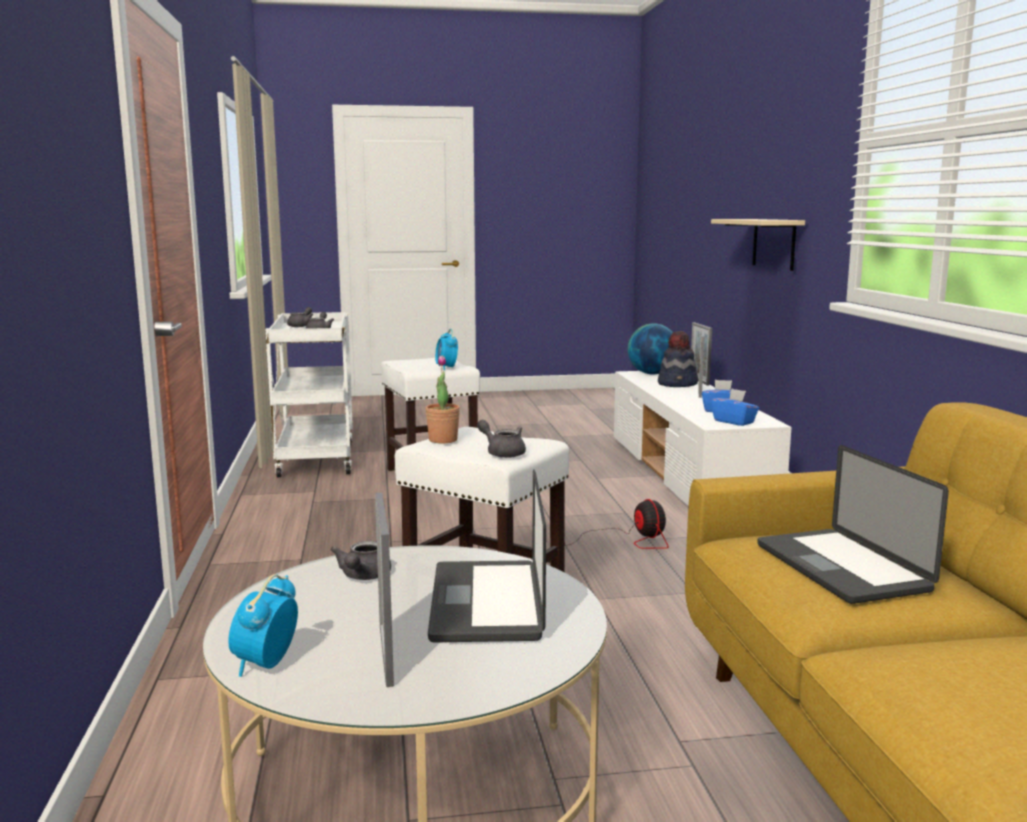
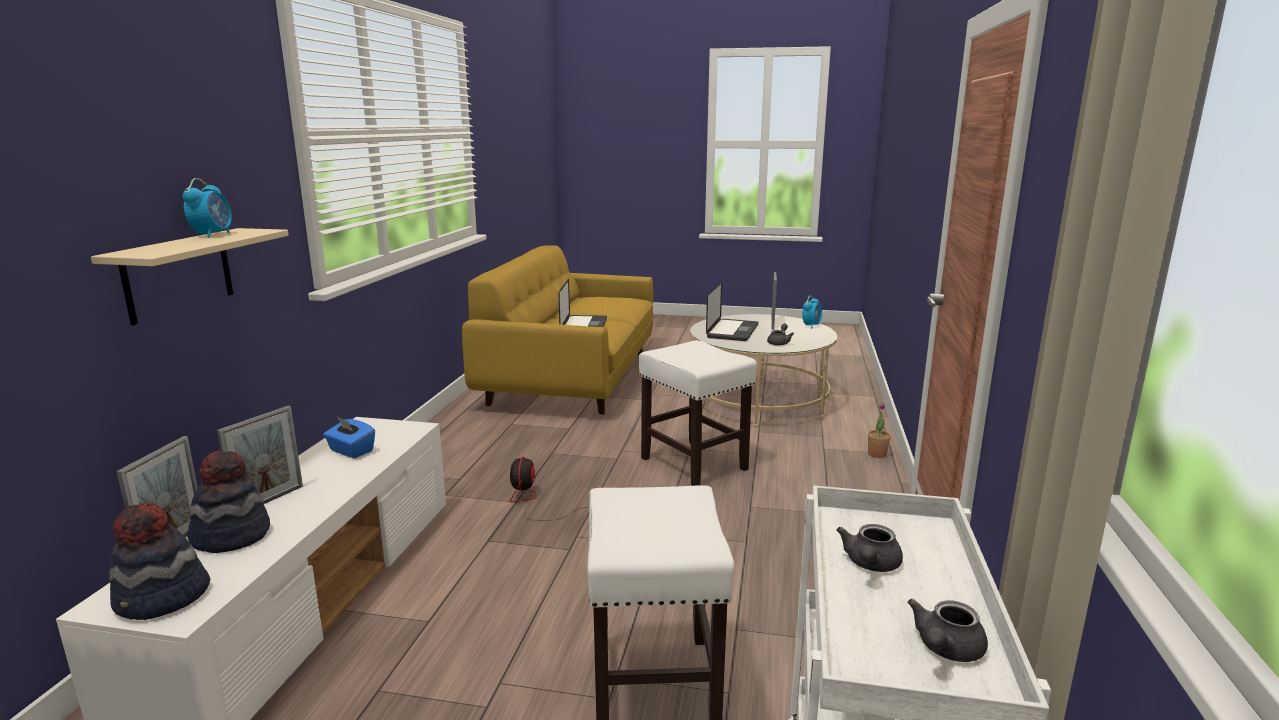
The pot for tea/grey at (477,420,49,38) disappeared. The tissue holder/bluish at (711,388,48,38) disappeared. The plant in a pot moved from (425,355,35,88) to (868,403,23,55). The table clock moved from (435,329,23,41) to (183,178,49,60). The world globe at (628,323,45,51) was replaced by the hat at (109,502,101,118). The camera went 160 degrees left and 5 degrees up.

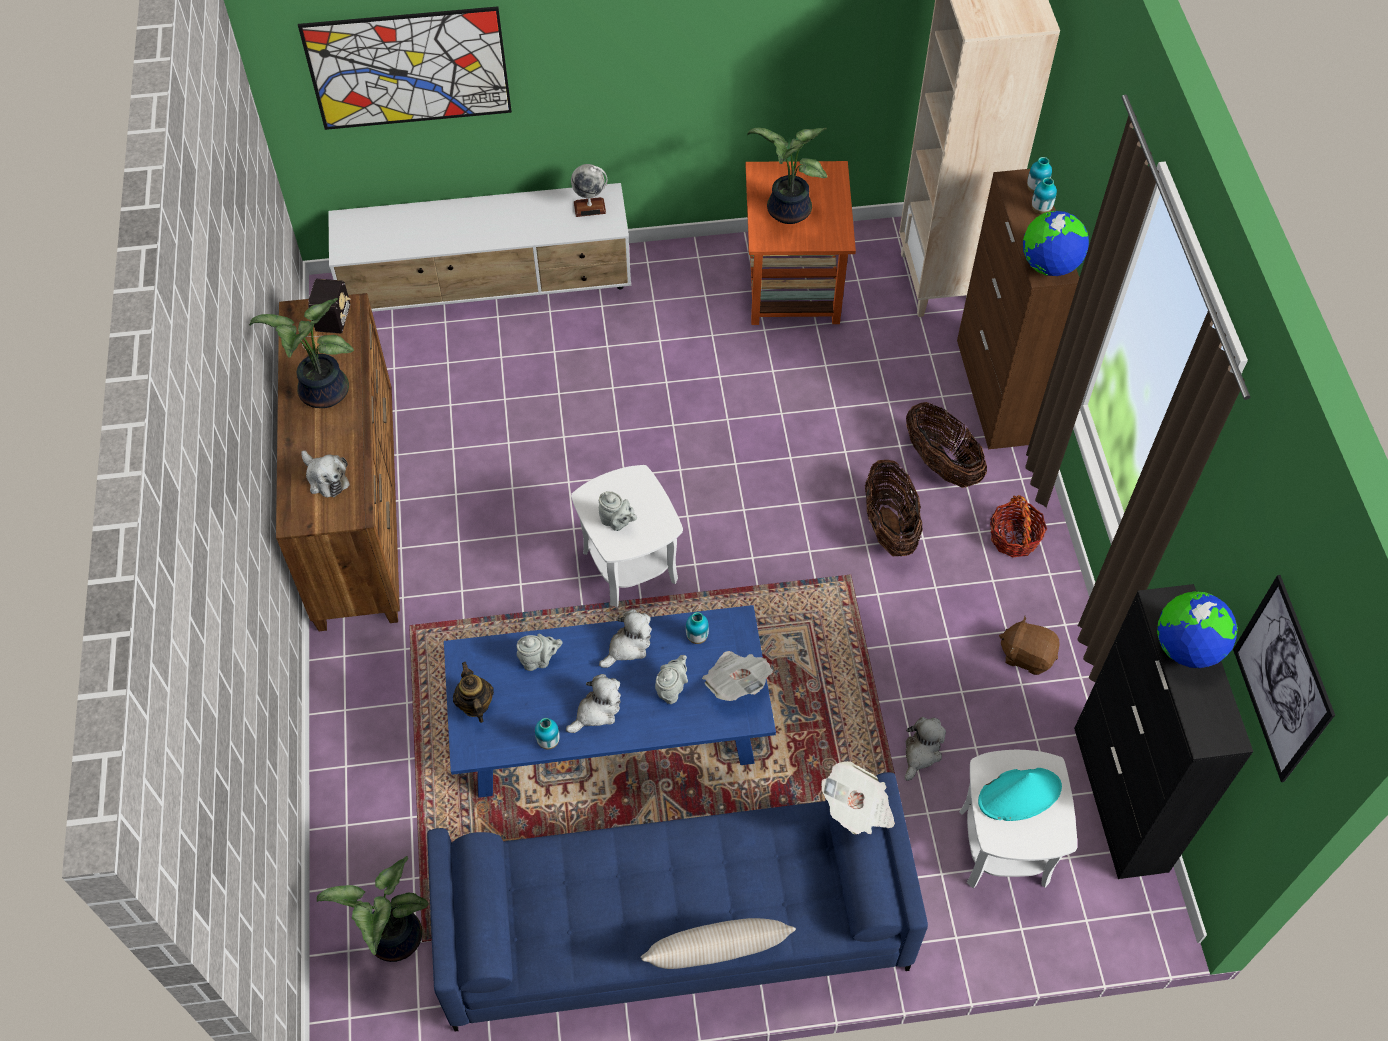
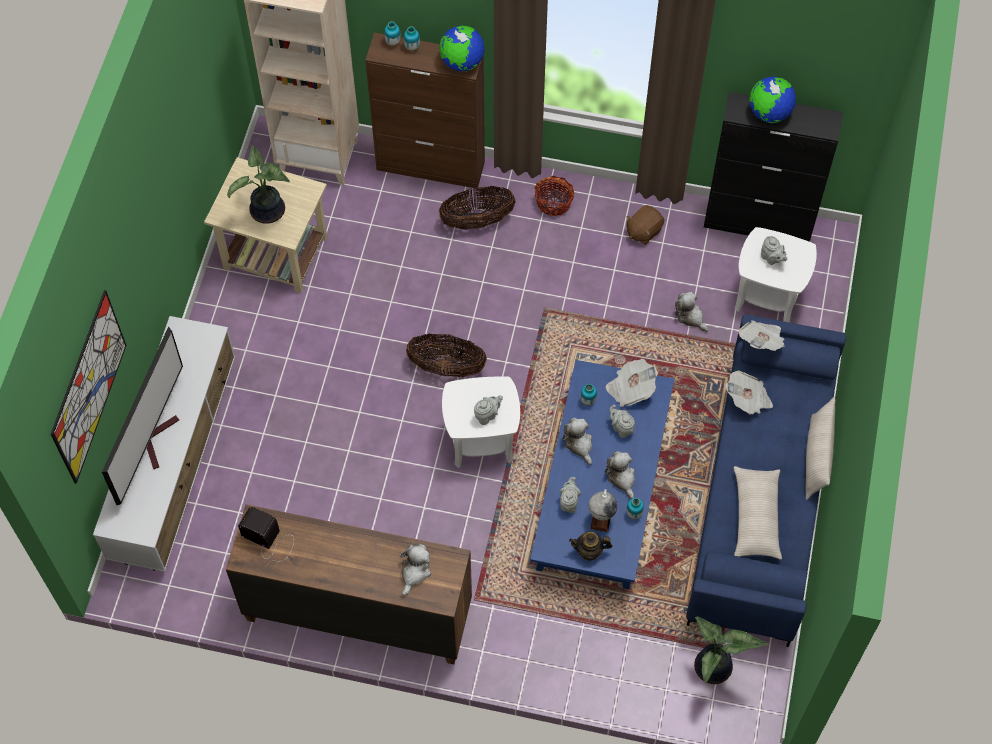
The plant in a pot at (249,298,105,110) disappeared. The wall picture at (1233,575,102,207) disappeared. The TV at (102,326,81,179) appeared. The newspaper at (725,371,48,44) appeared. The throw pillow/beige-coloured at (734,466,48,94) appeared. The world globe moved from (571,164,37,53) to (588,489,29,43). The household basket moved from (865,460,58,97) to (406,333,81,45). The hat/blue-green at (978,768,84,53) was replaced by the pot for tea/grey at (761,236,26,29). The side table/orange at (746,161,110,164) became the side table/beige-coloured at (204,157,123,136). The cuddly toy at (301,451,49,46) turned 45 degrees counterclockwise. The camera went 70 degrees left and 5 degrees up.

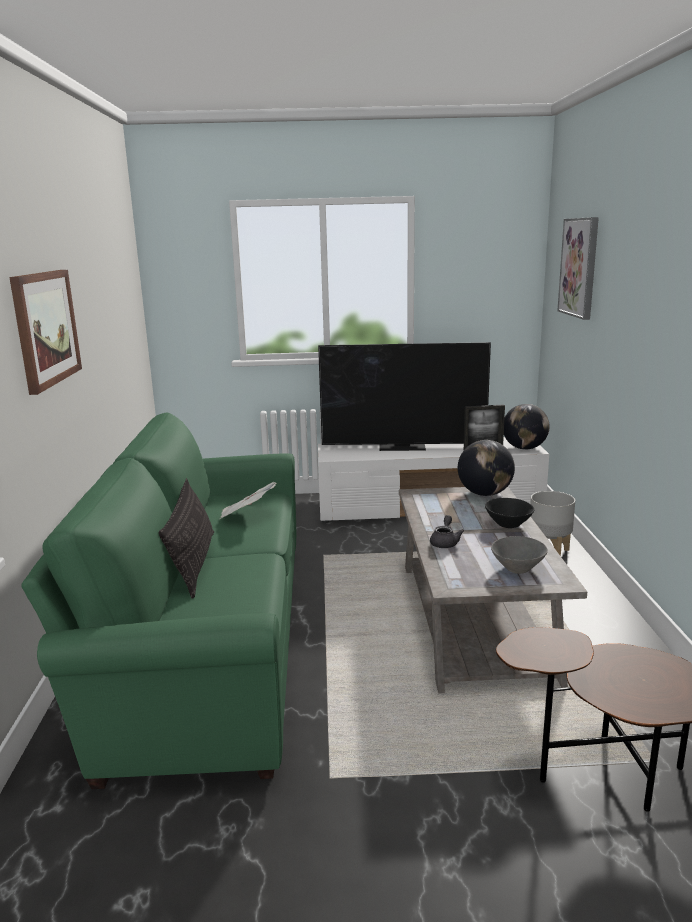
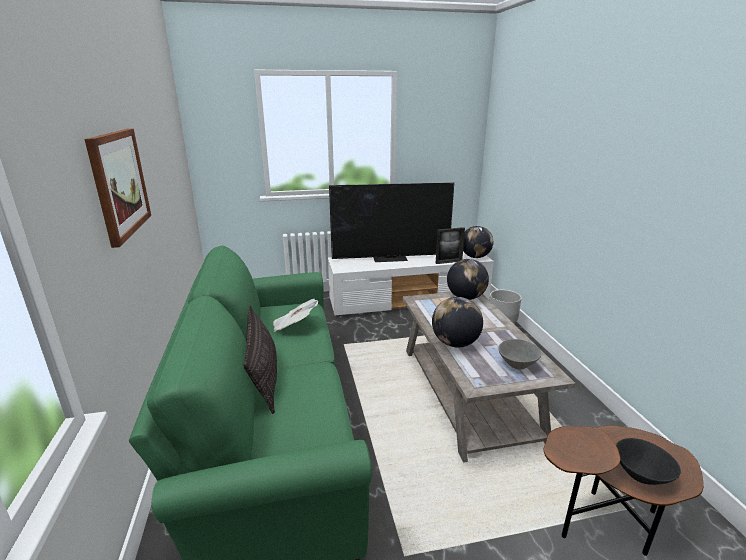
The wall picture at (557,217,42,103) disappeared. The deep dish/blackish moved from (485,498,49,30) to (616,438,65,47). The pot for tea/grey at (430,515,34,33) was replaced by the world globe at (432,297,51,50). The camera went 10 degrees left and 5 degrees up.

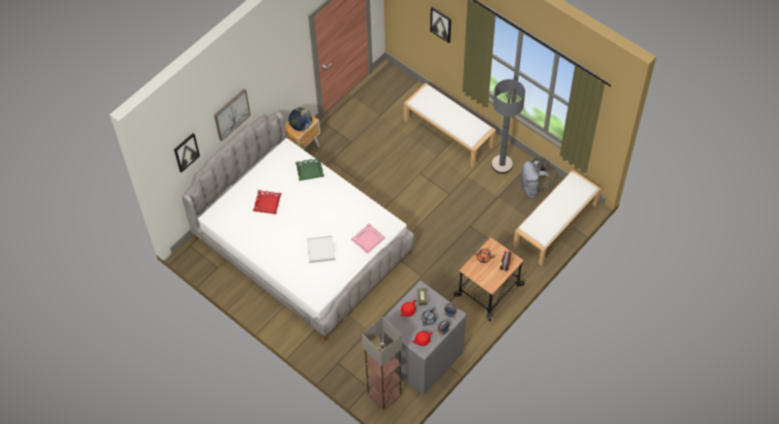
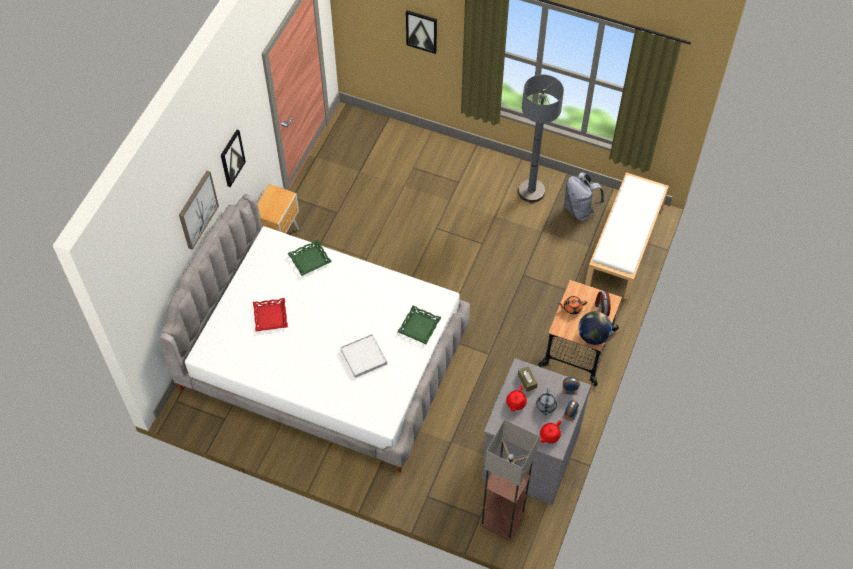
The long seat/white at (404,83,92,84) disappeared. The wall picture moved from (174,133,26,40) to (221,130,25,57). The world globe moved from (289,108,23,23) to (578,311,34,34). The carrying tray/pinkish at (351,224,35,30) became the carrying tray/green-coloured at (398,305,43,39). The camera went 20 degrees left and 0 degrees up.

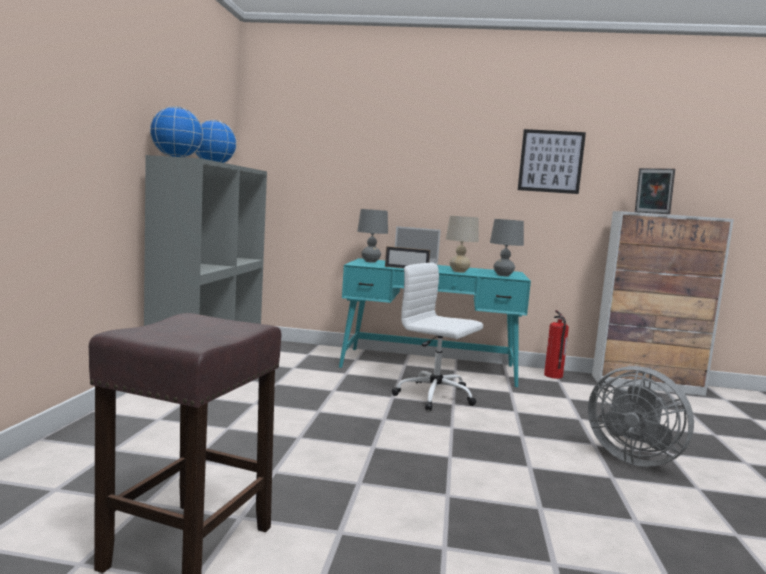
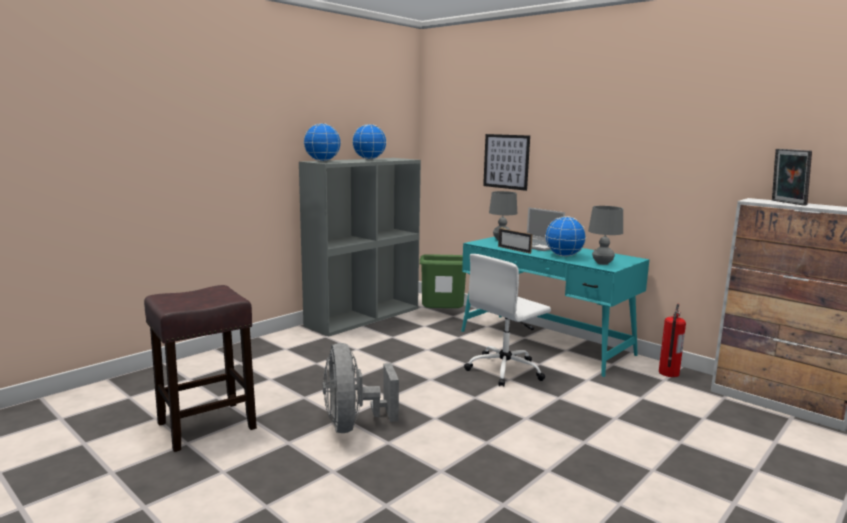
The waste bin/green-coloured at (419,254,47,54) appeared. The wall picture moved from (518,129,68,65) to (483,134,47,57). The fan/grey moved from (588,366,106,101) to (323,343,76,90). The lamp for a table/beige-coloured at (446,216,33,57) was replaced by the world globe at (545,216,41,41). The desk chair/white at (392,263,91,148) turned 105 degrees counterclockwise. The camera went 35 degrees right and 5 degrees up.

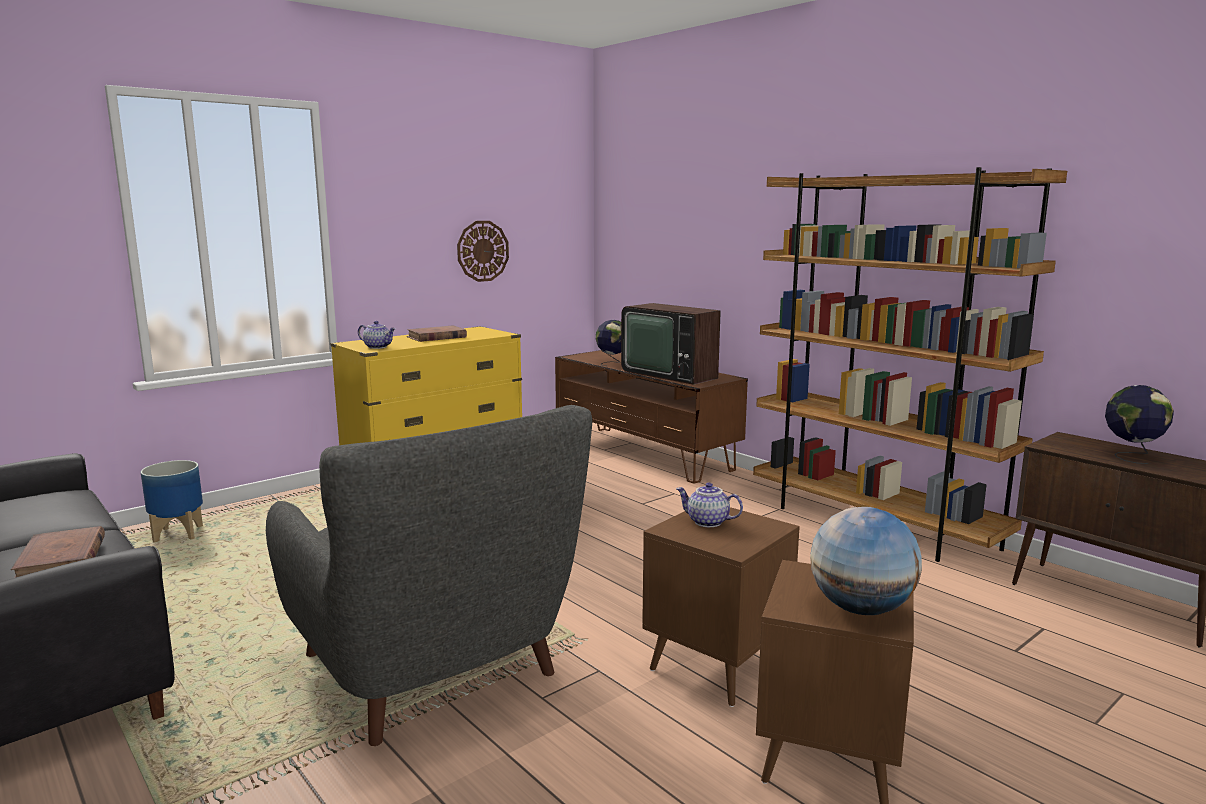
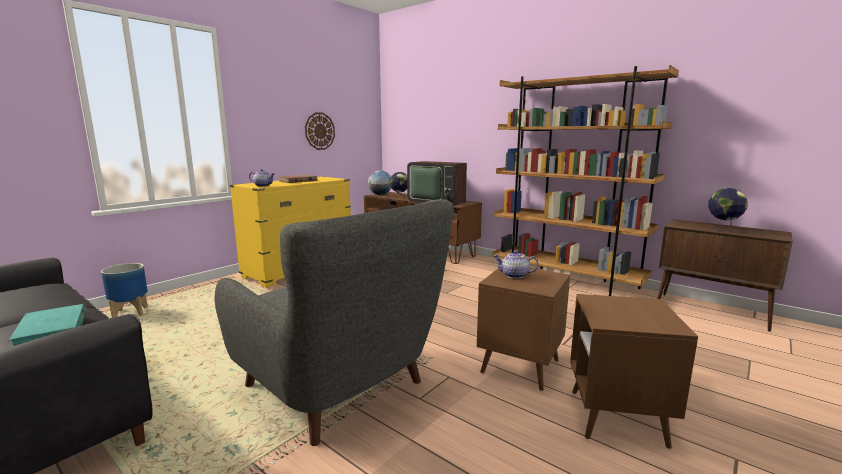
The world globe moved from (810,507,112,108) to (368,170,23,25). The book/brown at (11,526,94,52) became the book/blue-green at (9,304,77,42). The camera went 10 degrees left and 0 degrees up.

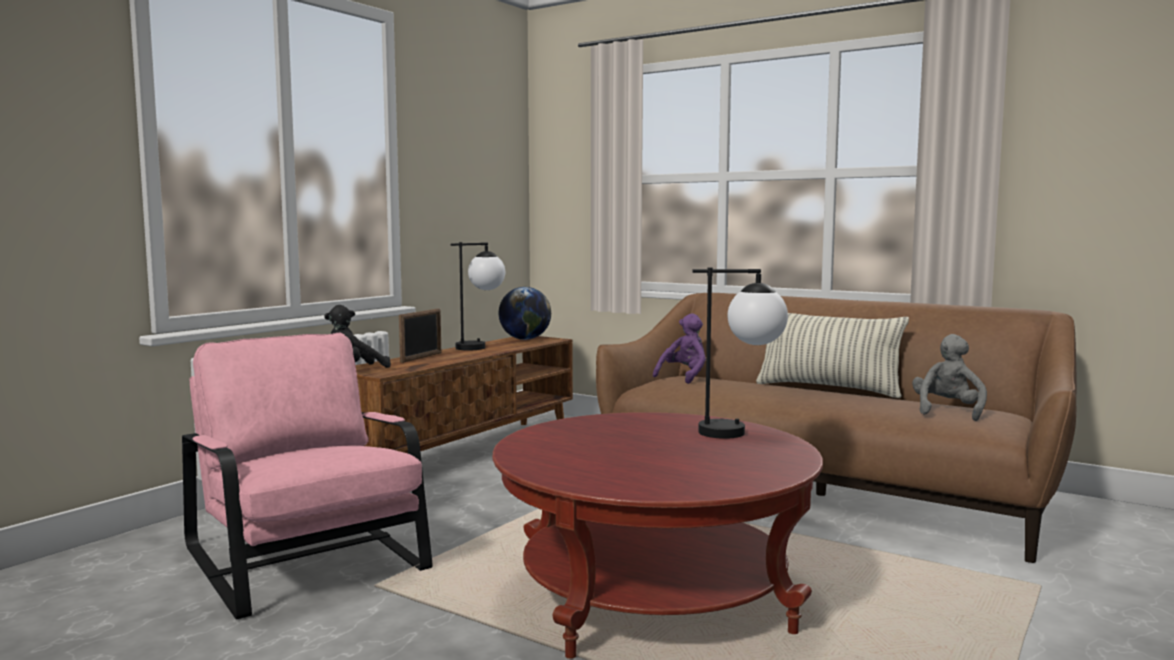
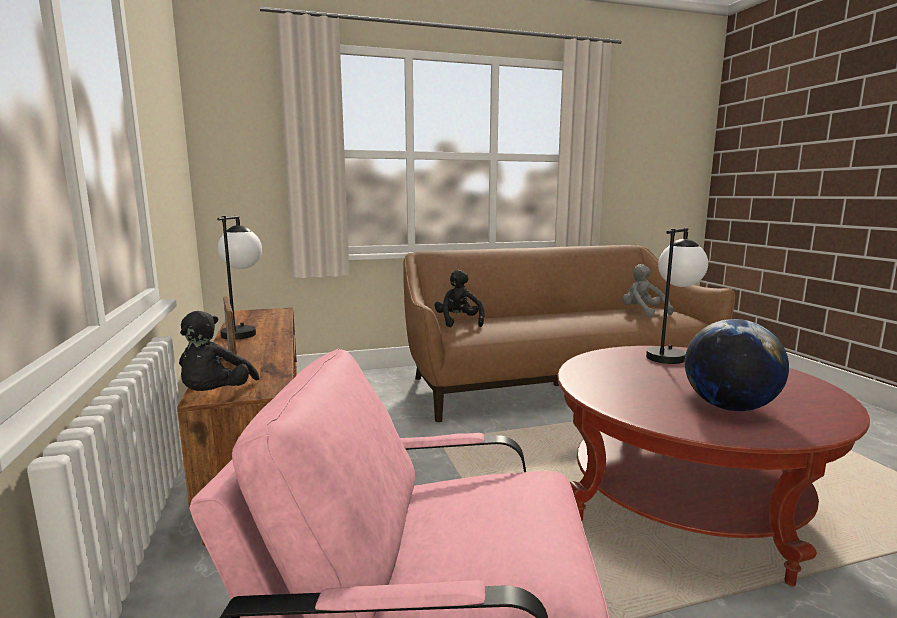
The throw pillow at (756,313,153,85) disappeared. The world globe moved from (499,287,52,53) to (685,319,104,92). The cuddly toy/purple-coloured at (653,313,53,71) became the cuddly toy/blackish at (434,269,51,58). The camera went 50 degrees left and 5 degrees up.

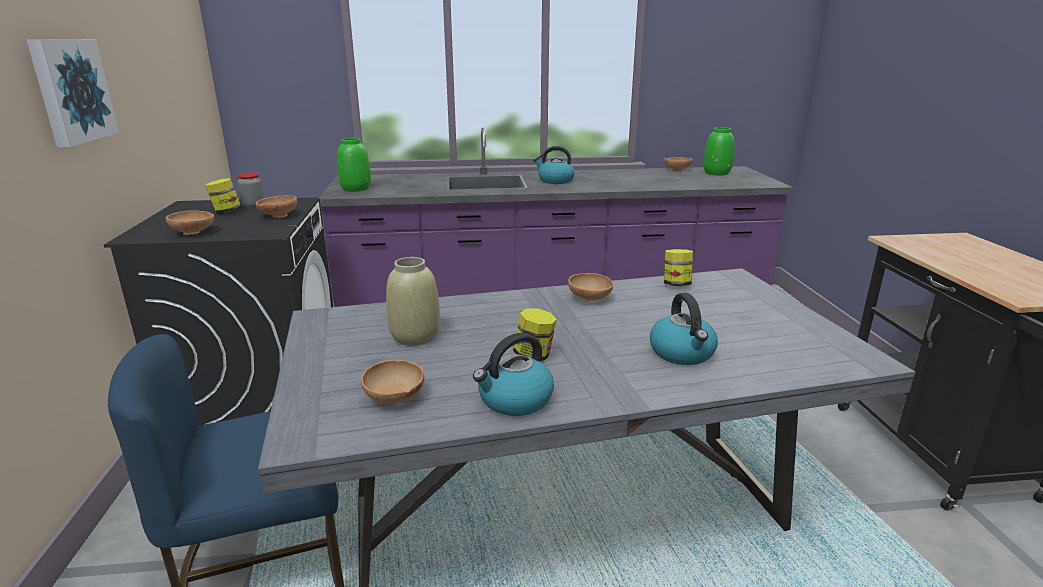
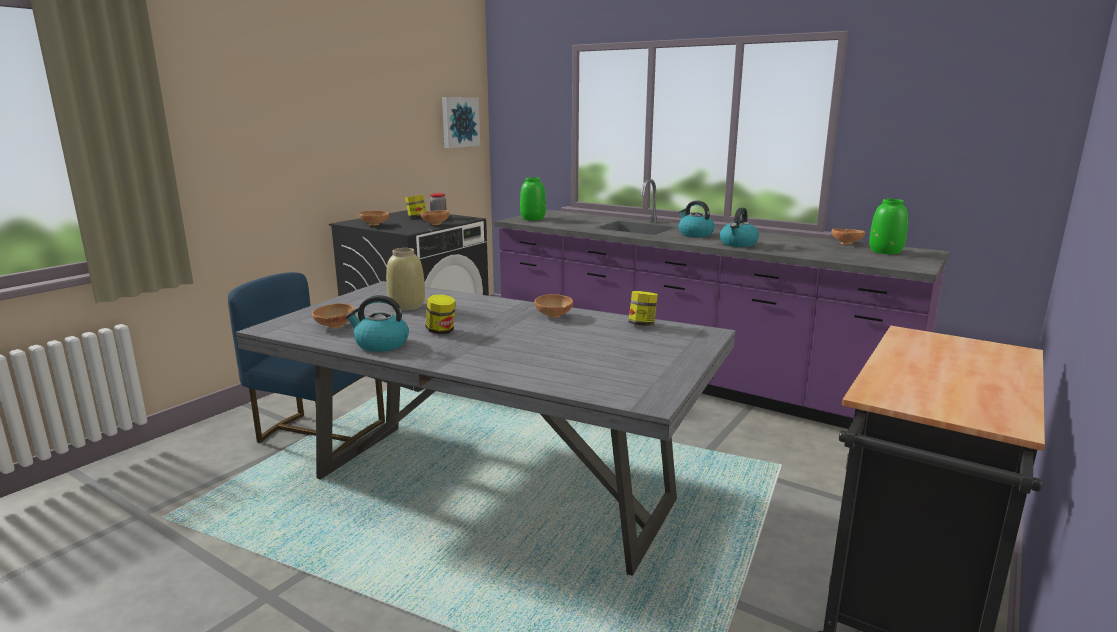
The wall picture moved from (27,39,92,108) to (442,97,38,51). The tea kettle moved from (650,293,68,72) to (720,208,39,39). The camera went 40 degrees right and 5 degrees down.

